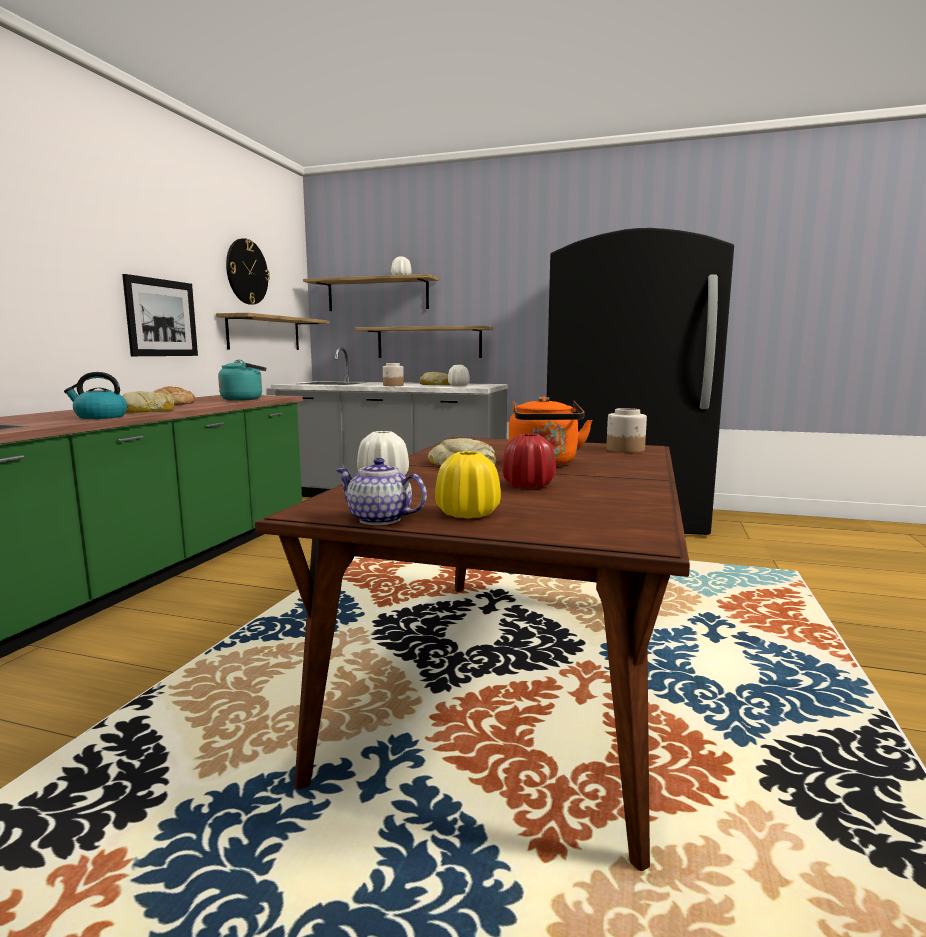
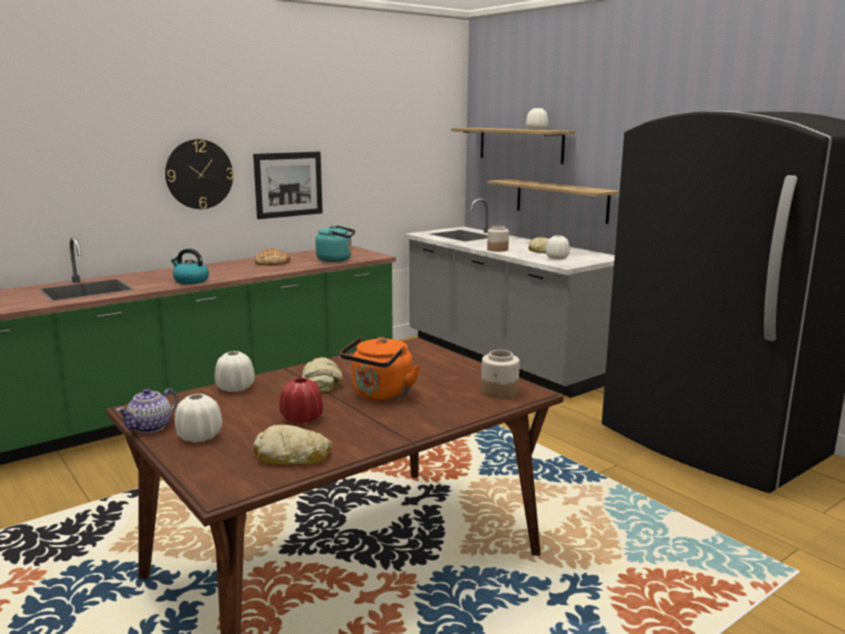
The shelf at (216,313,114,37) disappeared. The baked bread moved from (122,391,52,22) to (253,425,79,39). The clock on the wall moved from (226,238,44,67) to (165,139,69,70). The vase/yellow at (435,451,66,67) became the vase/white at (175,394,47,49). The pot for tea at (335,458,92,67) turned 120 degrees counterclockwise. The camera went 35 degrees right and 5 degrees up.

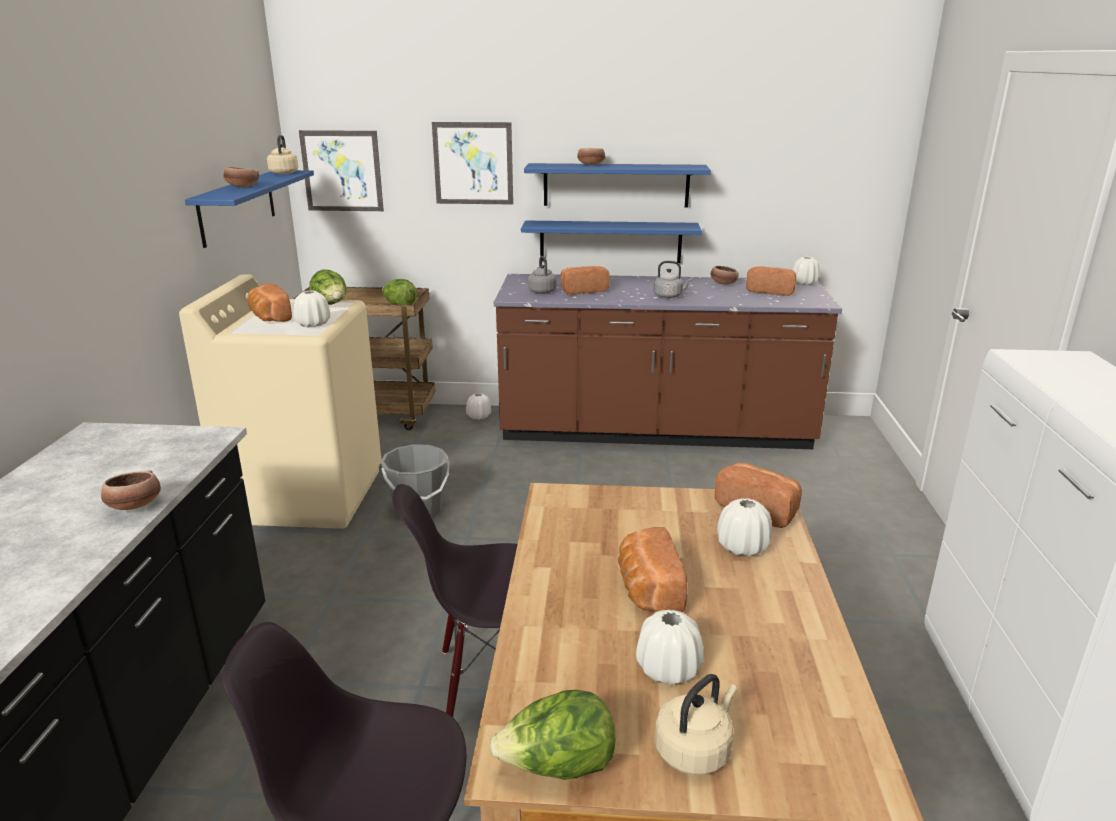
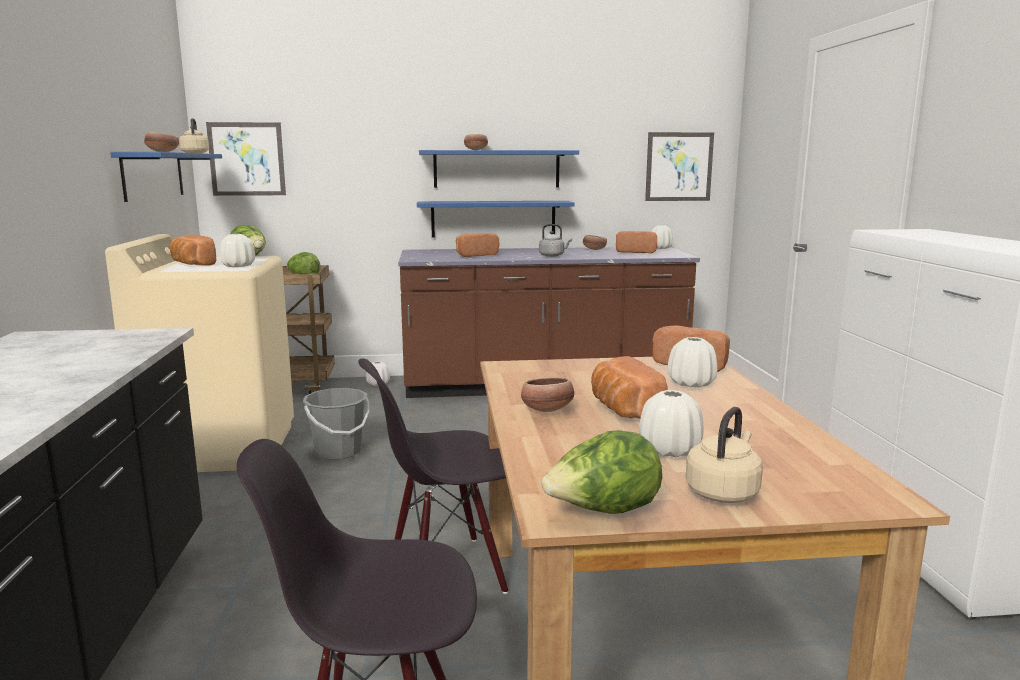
The tea kettle/grey at (528,256,28,38) disappeared. The deep dish moved from (101,470,60,40) to (521,377,53,35). The wall picture moved from (432,122,81,82) to (645,132,69,69). The camera went 10 degrees left and 10 degrees down.

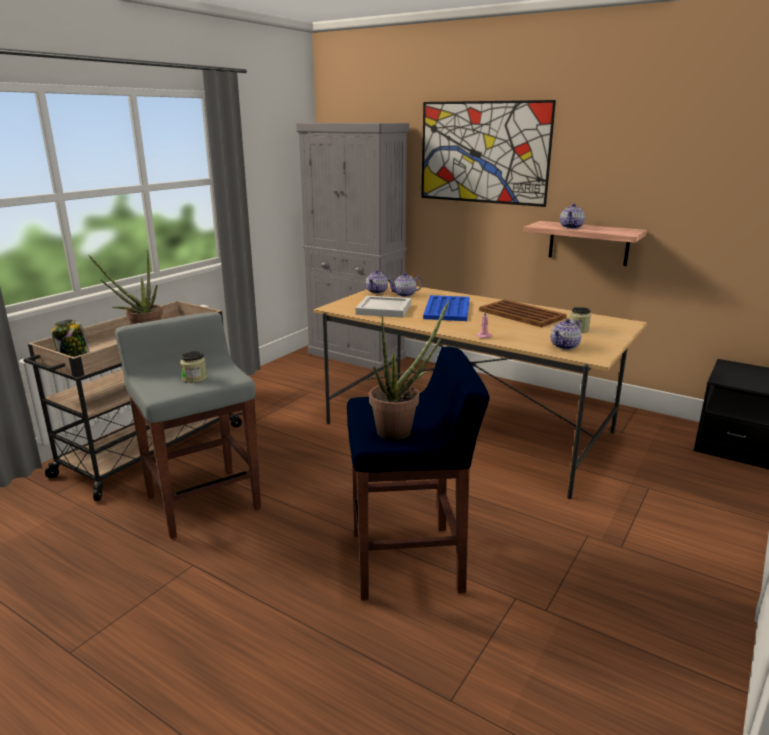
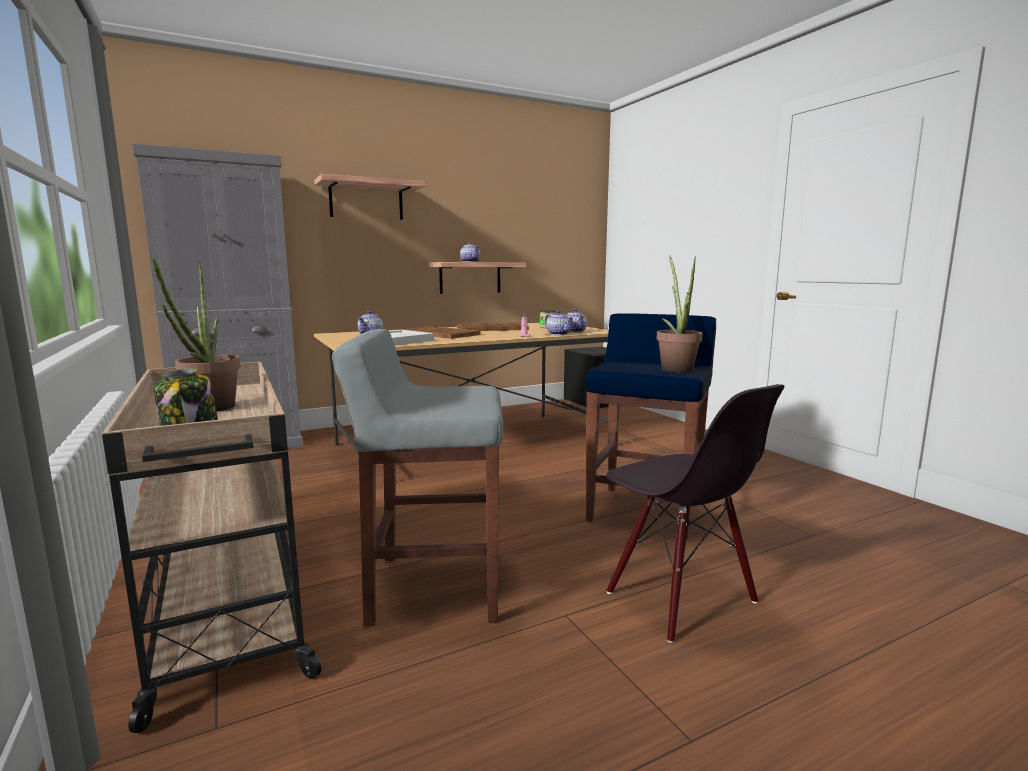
The storage jar at (180,351,27,32) disappeared. The plain chair/blackish at (606,384,178,259) appeared. The pot for tea moved from (366,270,22,24) to (545,310,29,25). The wall picture at (421,100,135,107) was replaced by the shelf at (314,174,112,46). The carrying tray/bluish at (423,295,46,26) became the carrying tray/brown at (401,326,79,13). The camera went 60 degrees left and 10 degrees down.

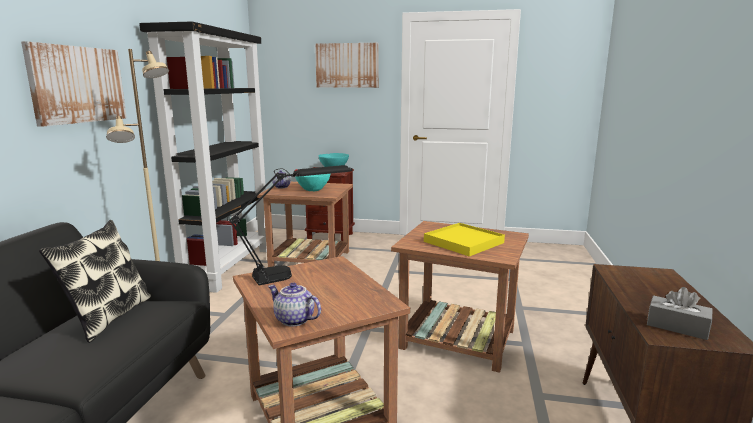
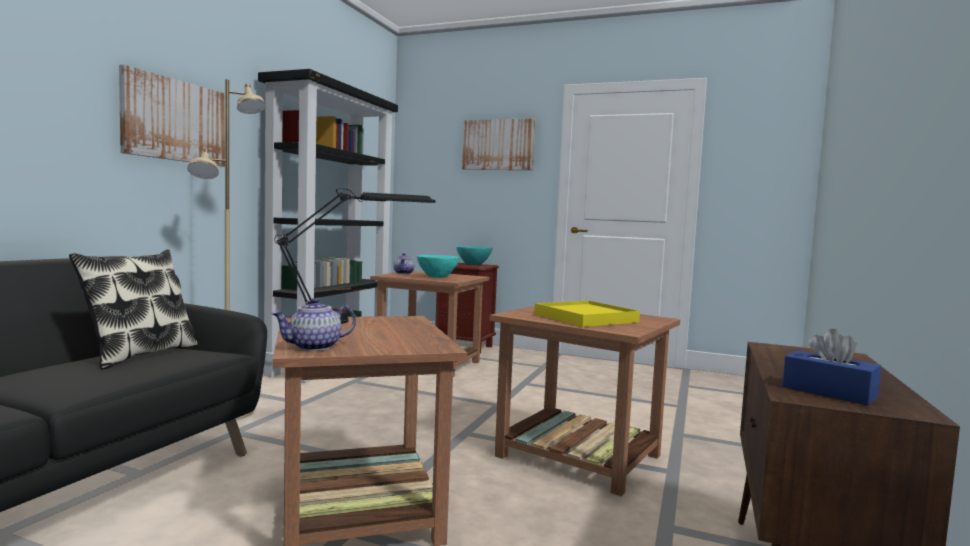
The tissue holder/grey at (647,287,65,53) became the tissue holder/bluish at (782,329,99,77). The pot for tea at (268,282,53,44) turned 75 degrees counterclockwise. The camera went 10 degrees right and 10 degrees down.

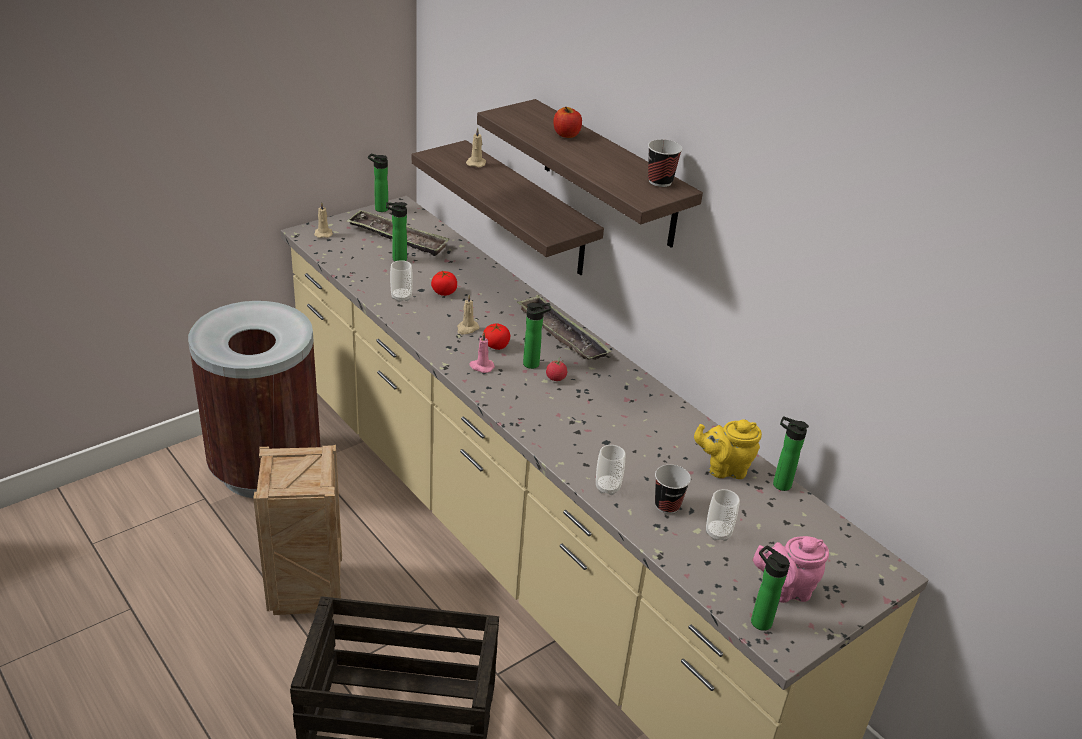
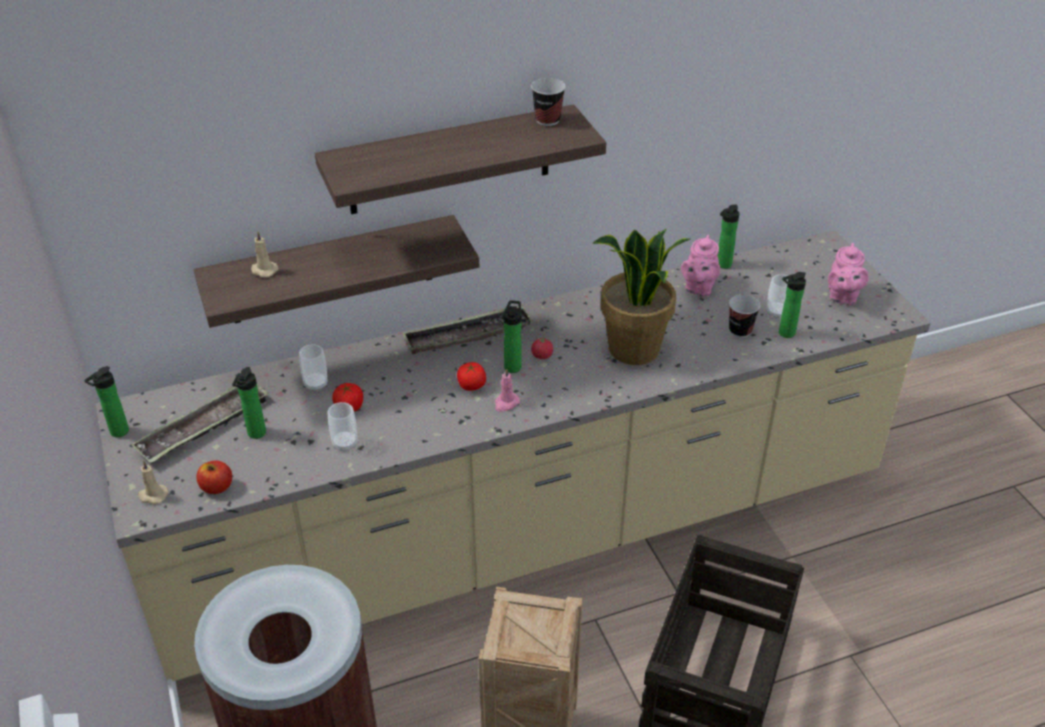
The wax candle/beige-coloured at (457,295,23,39) disappeared. The plant in a pot at (593,229,97,136) appeared. The apple moved from (553,107,29,31) to (196,460,36,34). The cup moved from (596,445,29,50) to (299,344,29,47). The drink bottle moved from (751,545,39,86) to (779,272,27,66). The pot for tea/yellow at (694,420,68,59) became the pot for tea/pinkish at (681,235,39,62). The camera went 70 degrees left and 5 degrees up.

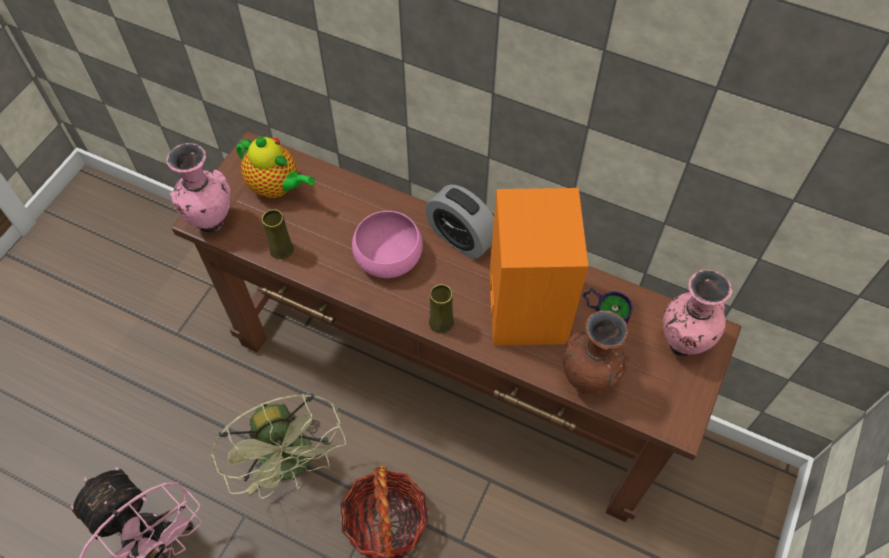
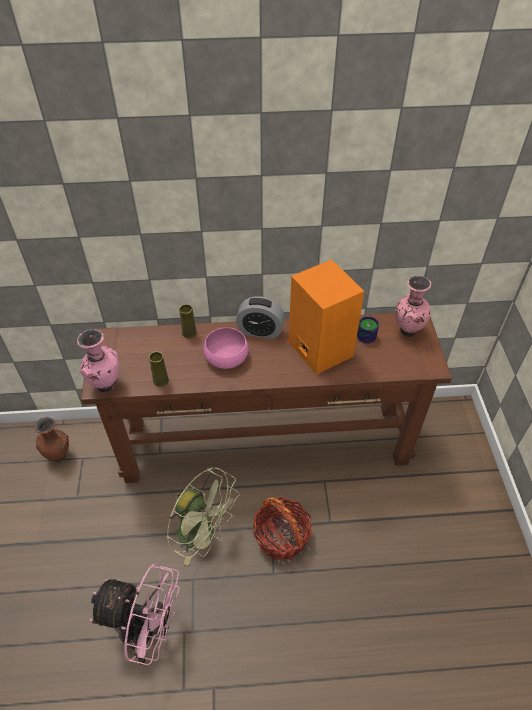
The pot for tea at (236,136,79,62) disappeared. The vase/yellow moved from (429,284,25,49) to (179,304,18,34). The vase/brown moved from (562,310,67,84) to (34,417,35,45). The camera went 30 degrees left and 10 degrees down.

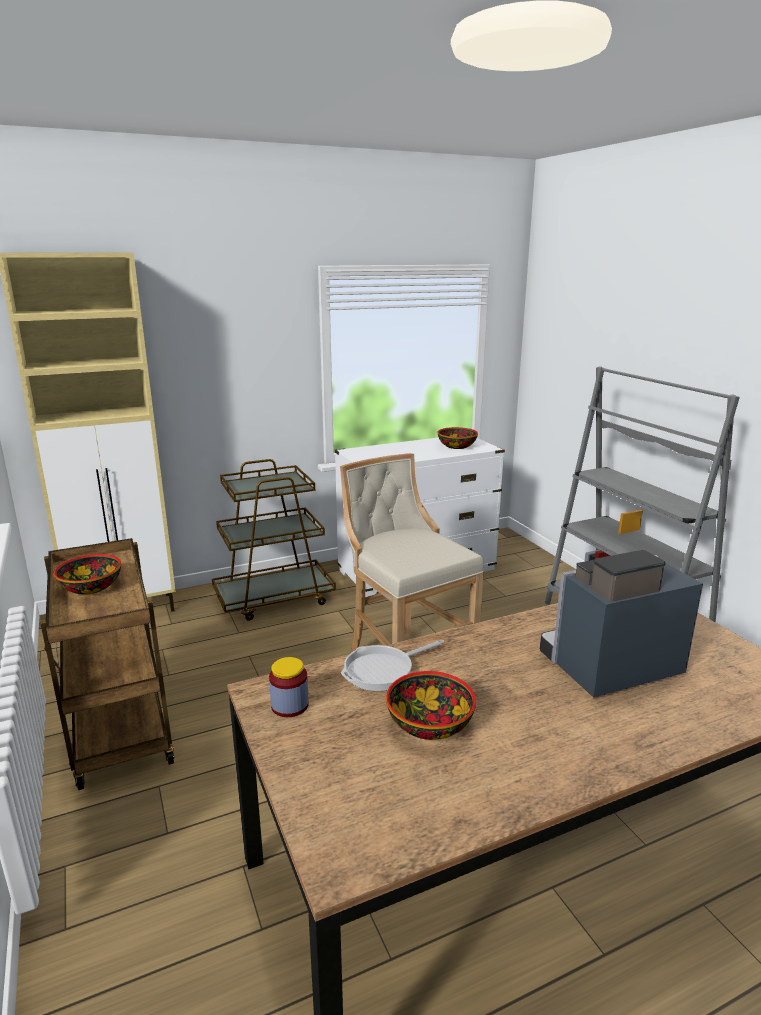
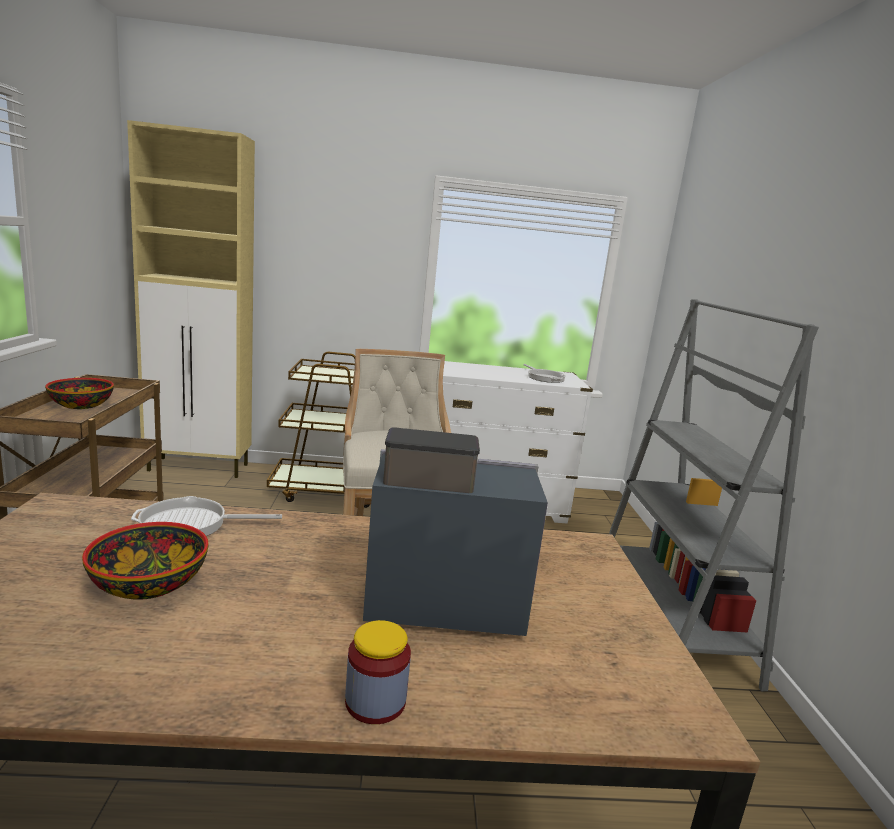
The storage jar moved from (269,657,40,60) to (345,620,66,104). The deep dish at (438,427,40,22) was replaced by the skillet at (523,364,43,19). The camera went 20 degrees right and 5 degrees down.

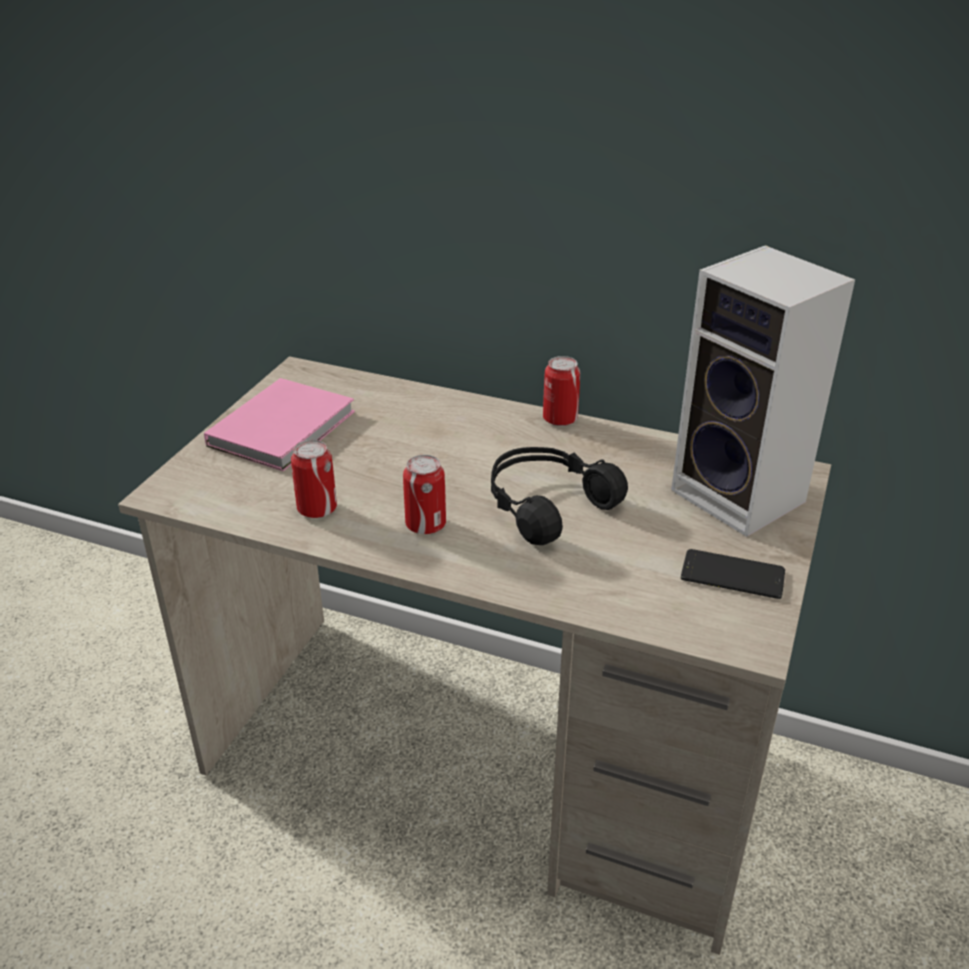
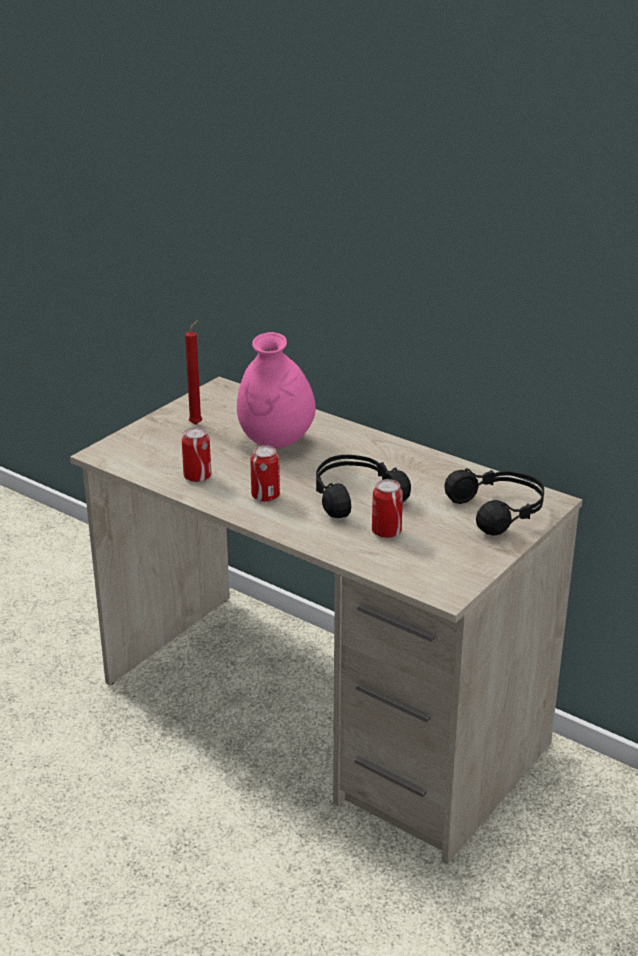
The phone at (681,549,104,50) disappeared. The vase/pinkish at (237,332,79,116) appeared. The metal can moved from (543,356,37,70) to (372,479,31,59). The book/pinkish at (204,378,151,93) was replaced by the wax candle/red-coloured at (185,320,17,105). The loudspeaker at (671,245,184,292) was replaced by the headset/blackish at (444,468,100,68). The camera went 15 degrees right and 5 degrees down.

